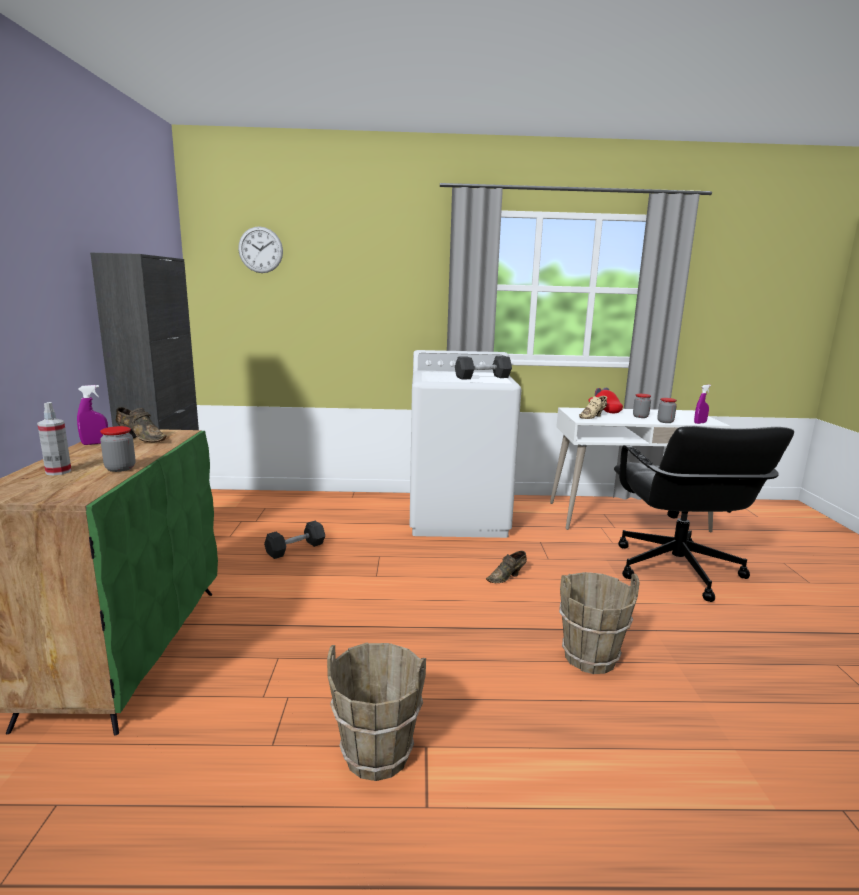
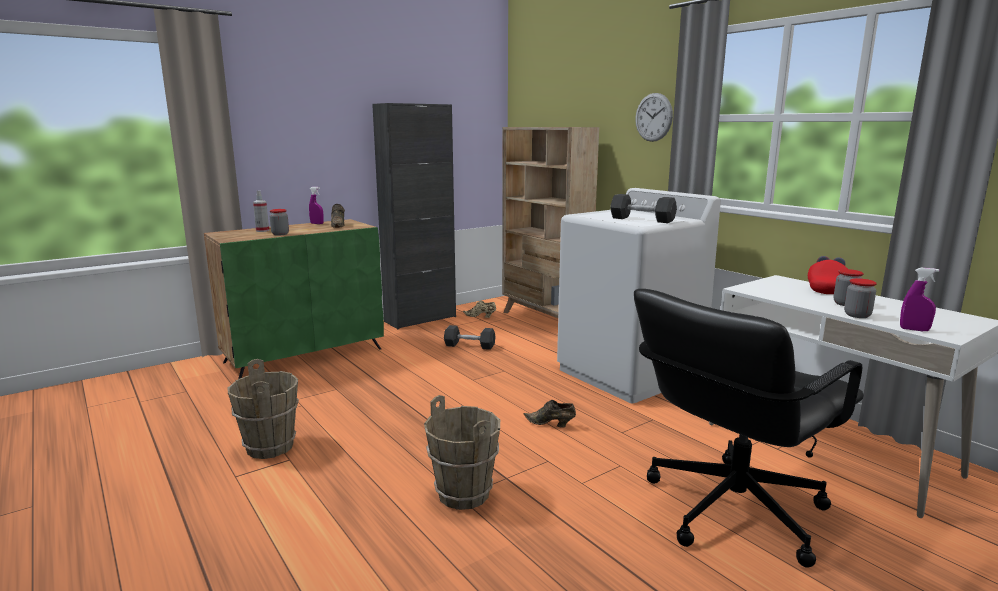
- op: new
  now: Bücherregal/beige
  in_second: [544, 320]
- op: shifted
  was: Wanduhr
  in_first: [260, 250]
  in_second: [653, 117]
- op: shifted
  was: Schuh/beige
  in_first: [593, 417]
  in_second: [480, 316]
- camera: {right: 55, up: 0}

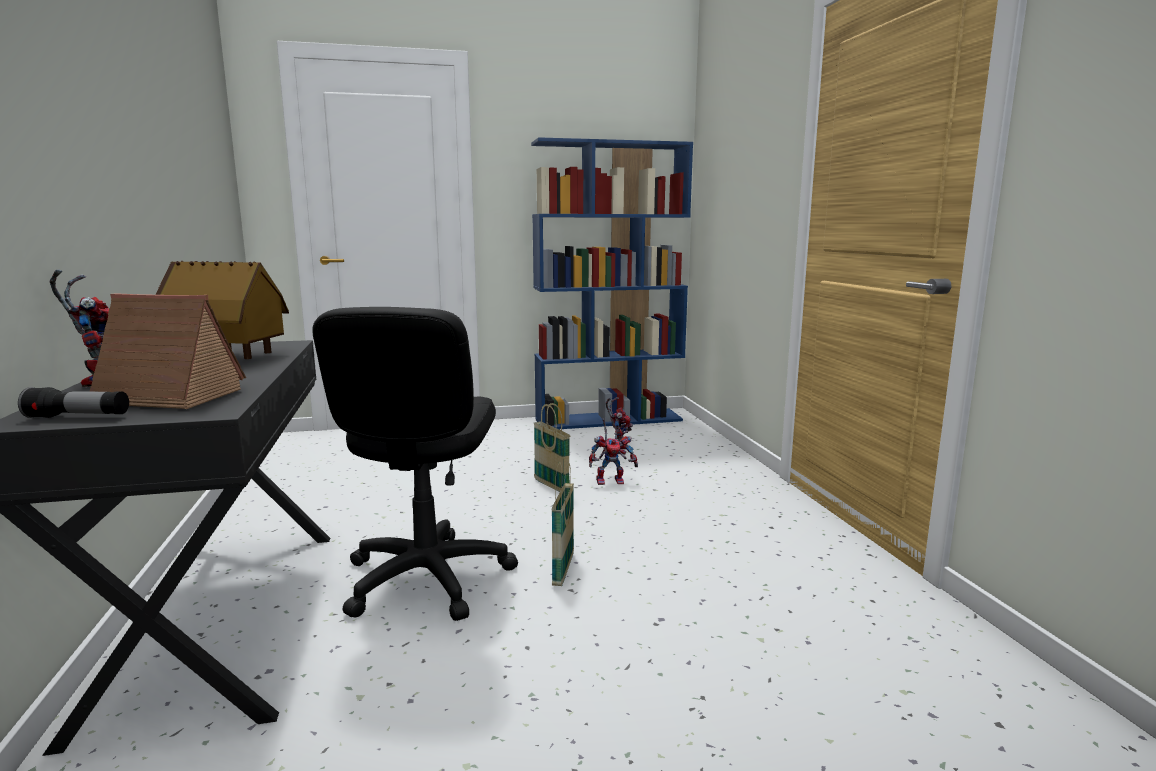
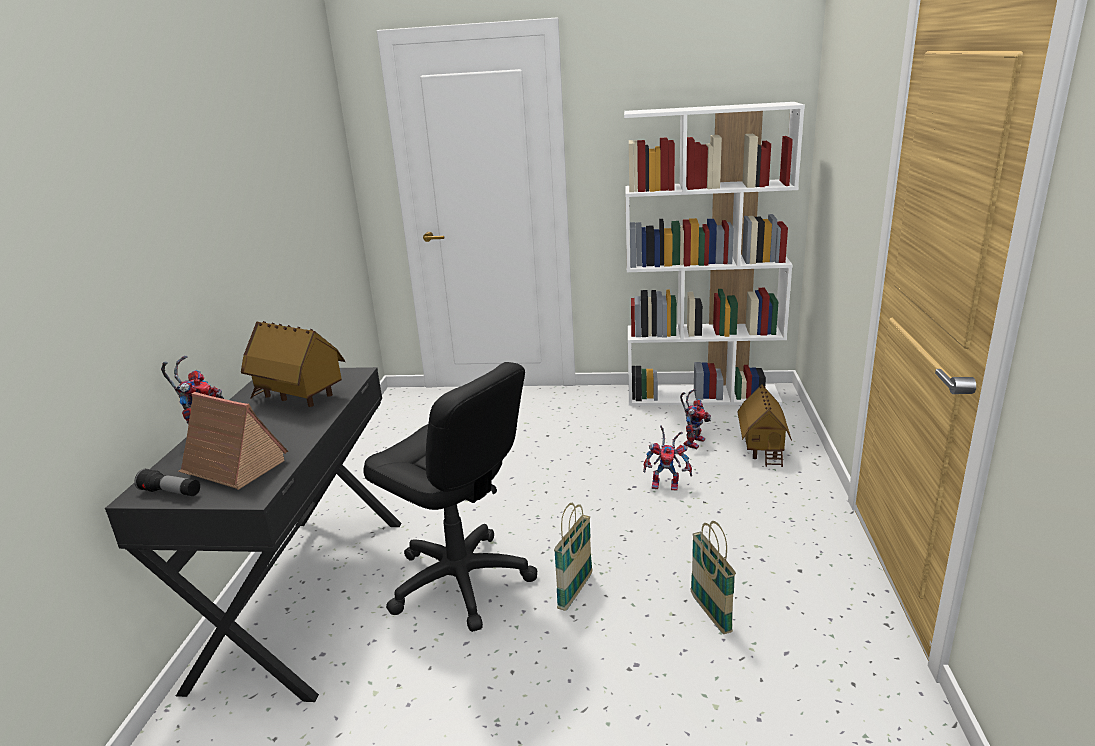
- op: new
  now: Spielzeughaus
  in_second: [762, 448]
- op: shifted
  was: Korb
  in_first: [551, 486]
  in_second: [710, 613]
- op: repainted
  was: Bücherregal/blau
  now: Bücherregal/weiß
  in_first: [609, 419]
  in_second: [703, 395]
- op: rotated
  was: Bürostuhl/schwarz
  in_first: [426, 578]
  in_second: [460, 581]
  clockwise: -75
- camera: {right: 20, up: 10}

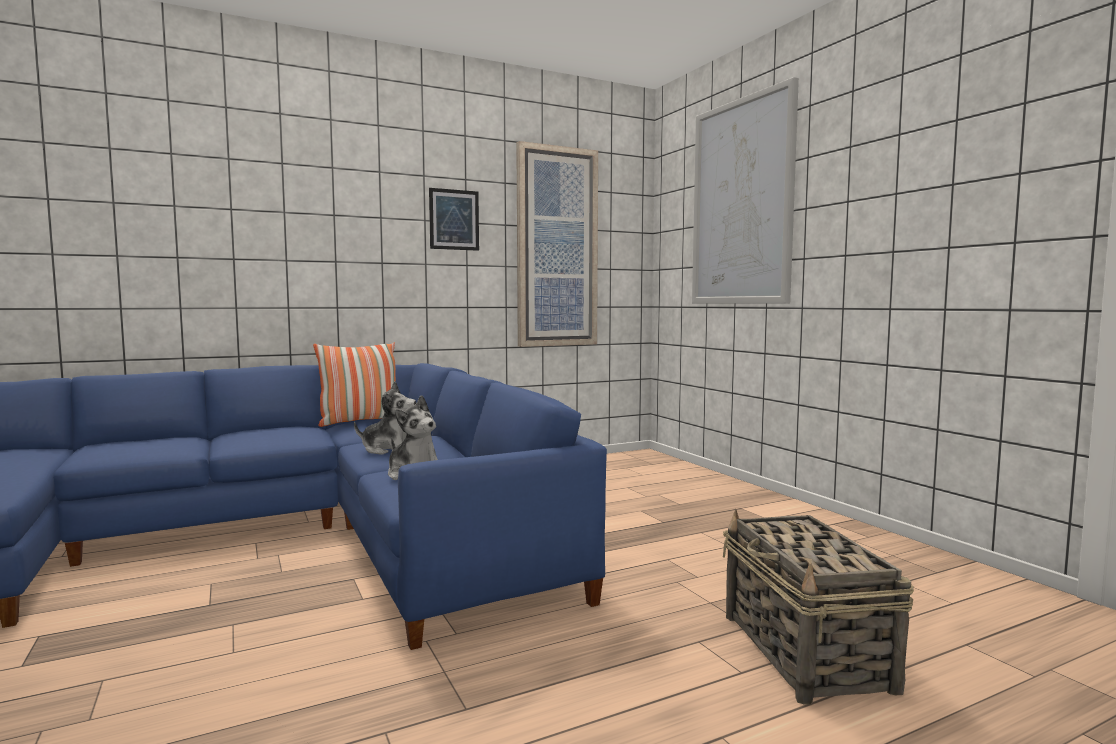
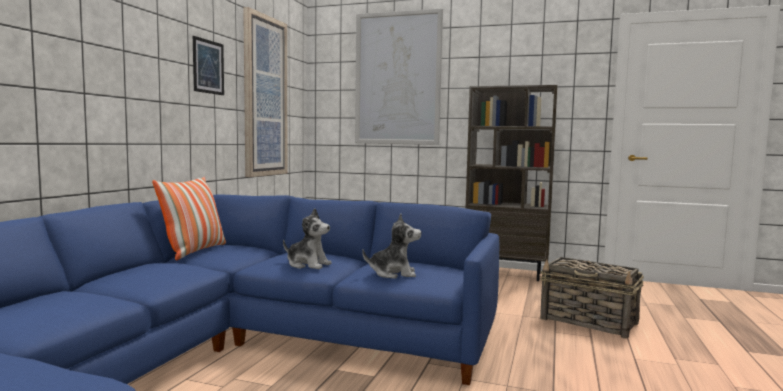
- op: new
  now: Bücherregal/braun
  in_second: [506, 273]
- op: rotated
  was: Plüschtier
  in_first: [388, 450]
  in_second: [308, 264]
  clockwise: 60
- camera: {right: -45, up: 0}

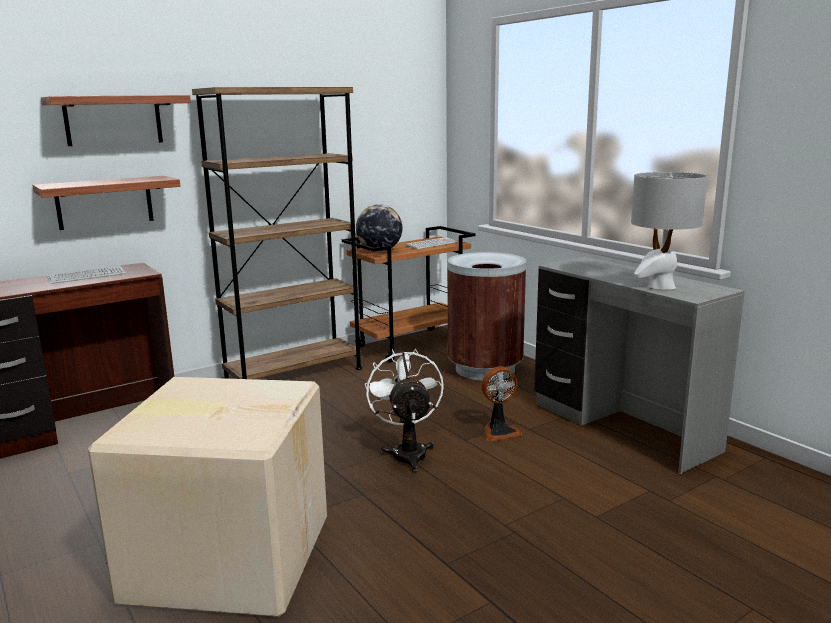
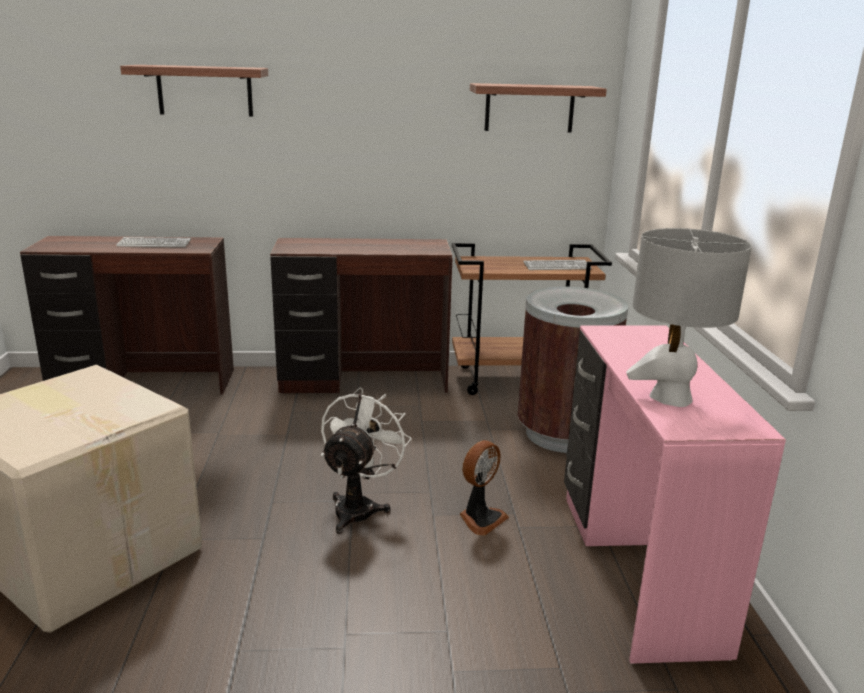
- op: gone
  was: Globus
  in_first: [379, 251]
- op: shifted
  was: Wandregal
  in_first: [104, 202]
  in_second: [529, 108]
- op: swapped
  was: Bücherregal/braun
  now: Schreibtisch/braun
  in_first: [294, 374]
  in_second: [364, 382]
- op: repainted
  was: Schreibtisch/grau
  now: Schreibtisch/rosa
  in_first: [621, 427]
  in_second: [634, 568]
- op: rotated
  was: Ventilator
  in_first: [499, 432]
  in_second: [480, 518]
  clockwise: -60
- camera: {right: 30, up: 5}

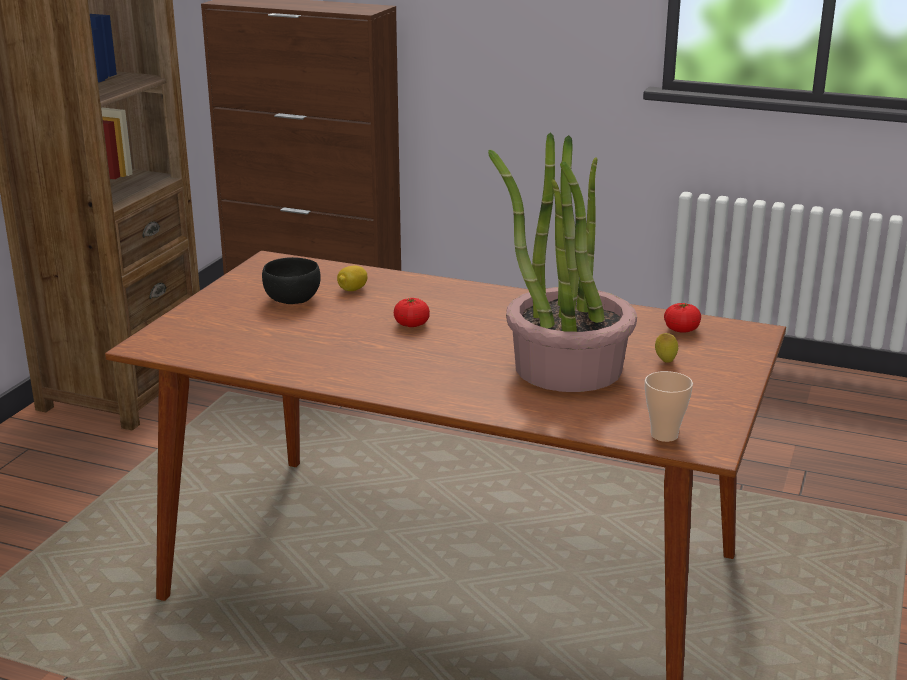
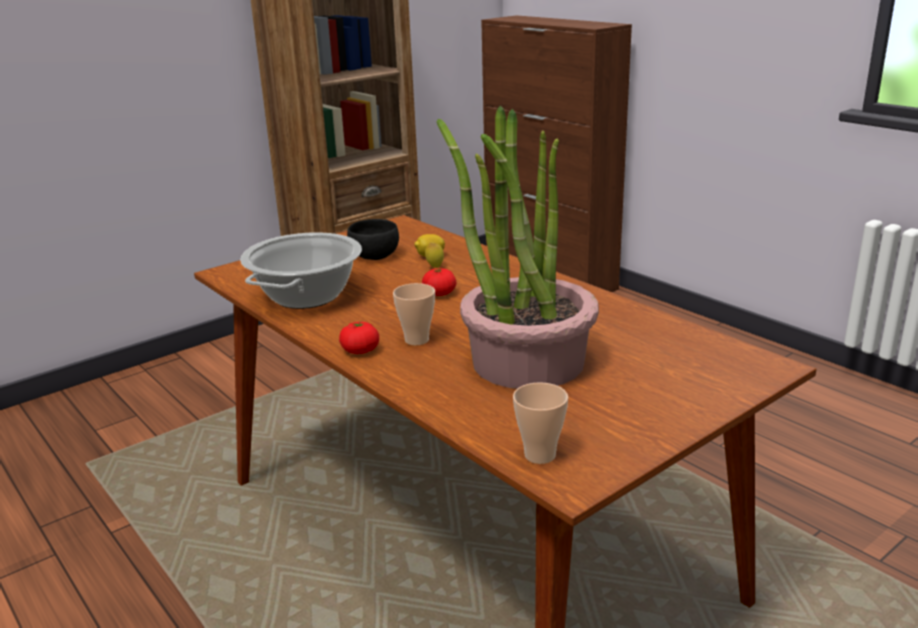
- op: new
  now: Kochtopf
  in_second: [307, 296]
- op: new
  now: Tasse
  in_second: [417, 340]
- op: shifted
  was: Zitrone
  in_first: [665, 361]
  in_second: [435, 267]
- op: shifted
  was: Tomate
  in_first: [681, 330]
  in_second: [360, 350]
- camera: {right: 30, up: 0}

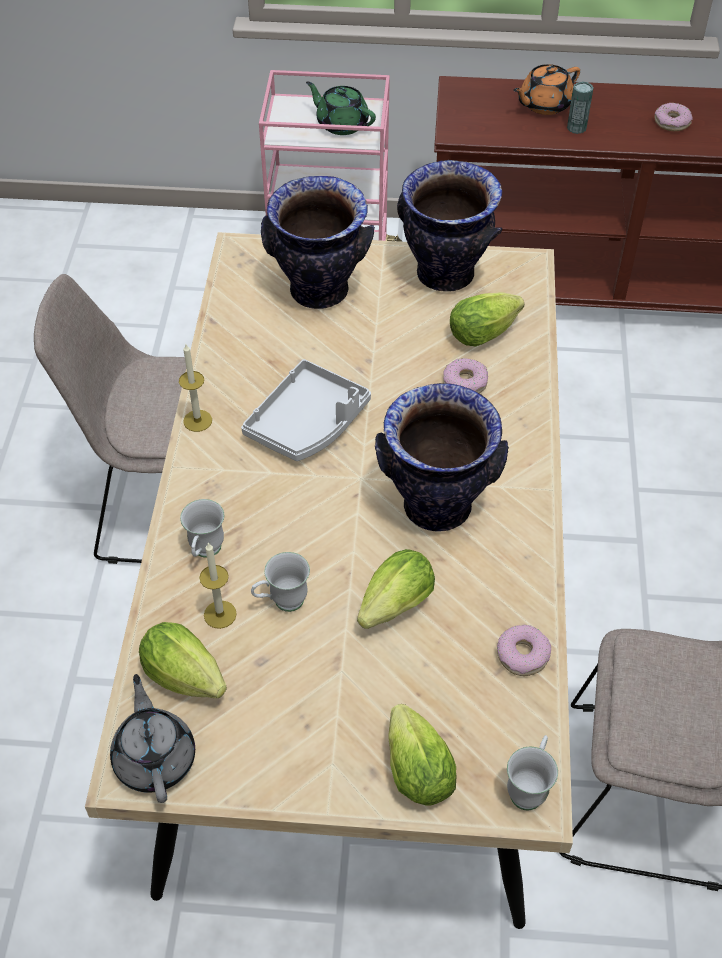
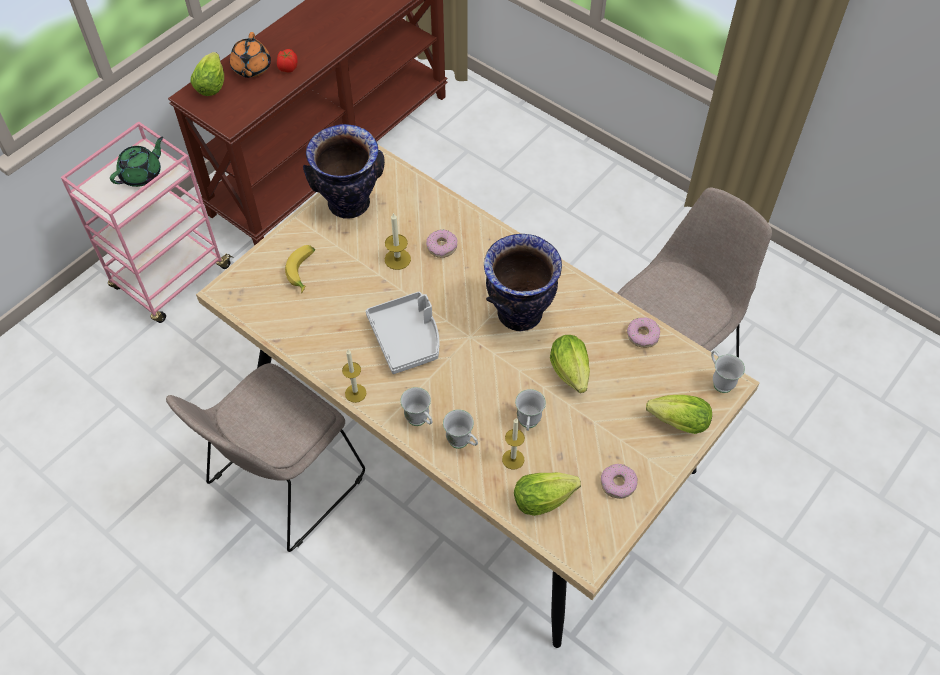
- op: gone
  was: Teekanne/grau
  in_first: [155, 757]
- op: new
  now: Kerze
  in_second: [397, 259]
- op: new
  now: Henkelbecher/weiß
  in_second: [420, 421]
- op: shifted
  was: Salatkopf
  in_first: [486, 332]
  in_second: [212, 83]
- op: shifted
  was: Donut
  in_first: [672, 122]
  in_second: [618, 483]
- op: swapped
  was: Vase
  now: Banane
  in_first: [319, 292]
  in_second: [304, 272]
- op: swapped
  was: Dose
  now: Tomate
  in_first: [576, 128]
  in_second: [288, 68]
- op: rotated
  was: Teekanne/grün
  in_first: [341, 124]
  in_second: [142, 174]
  clockwise: 150
- camera: {right: -55, up: 5}

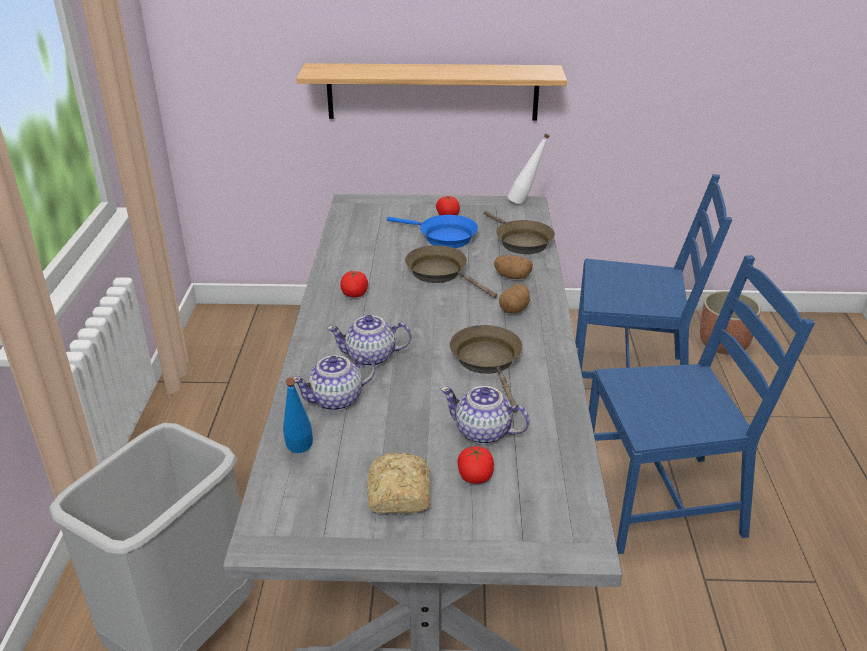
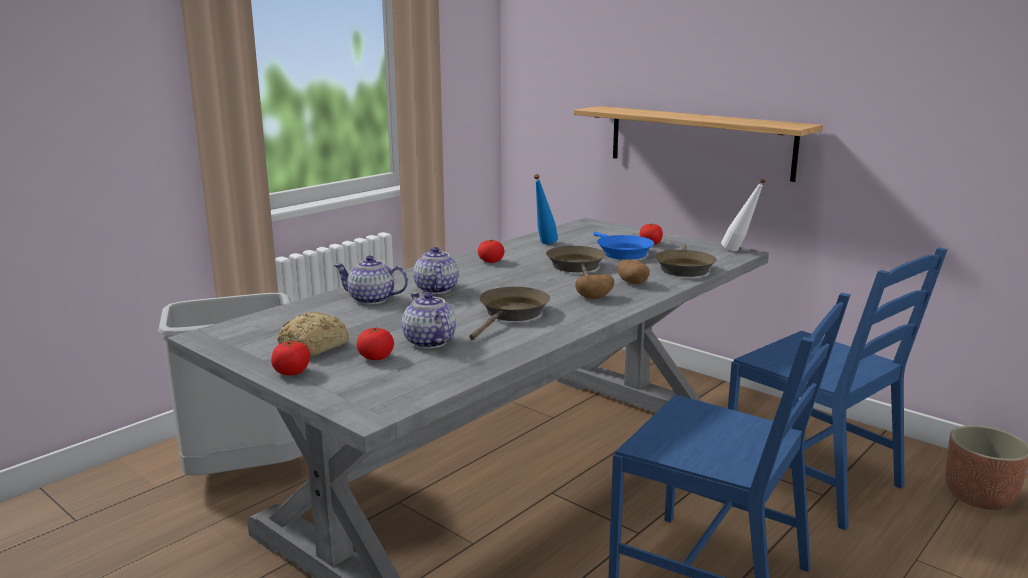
- op: new
  now: Tomate
  in_second: [292, 372]
- op: shifted
  was: Flasche/blau
  in_first: [300, 455]
  in_second: [544, 244]
- op: rotated
  was: Teekanne
  in_first: [371, 357]
  in_second: [436, 289]
  clockwise: 45
- camera: {right: 40, up: -15}

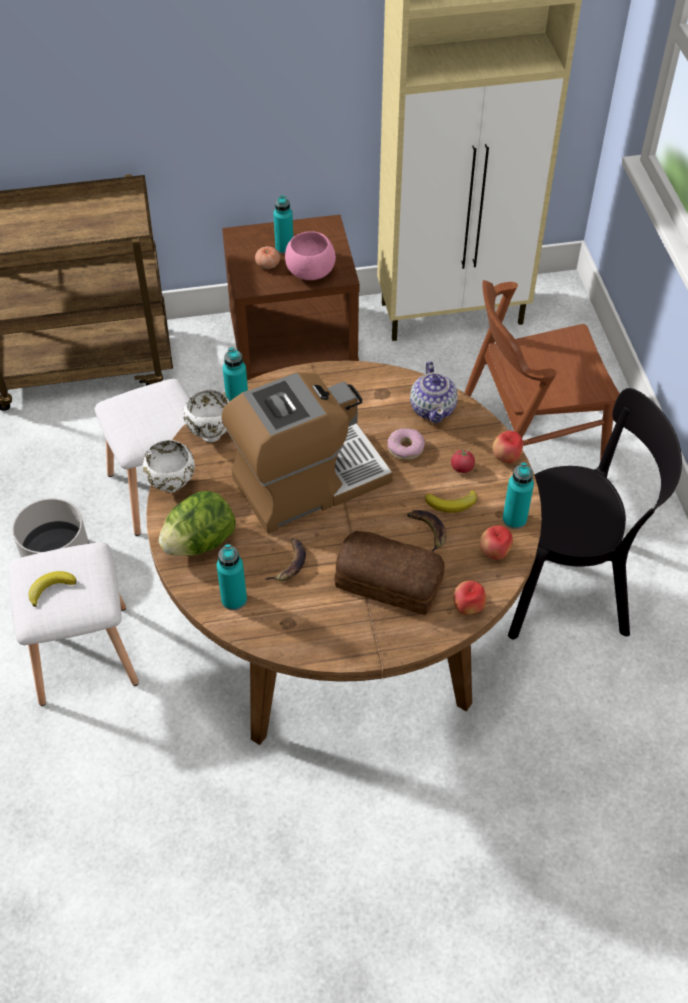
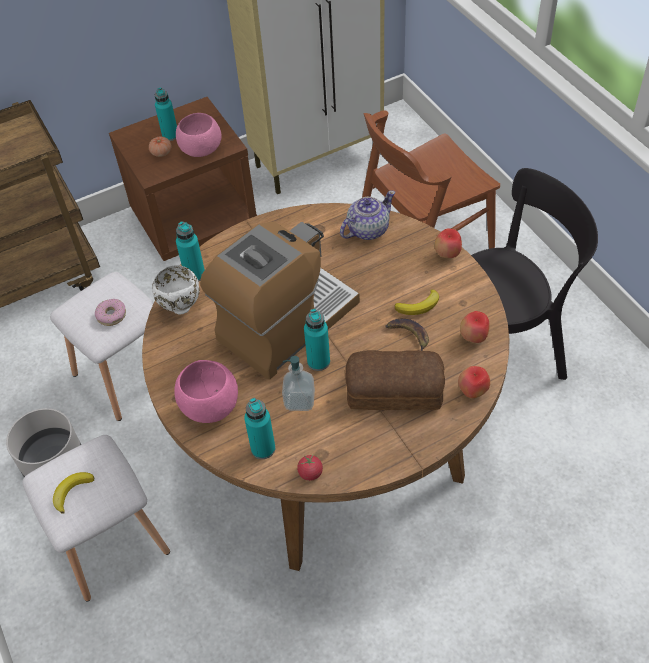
- op: gone
  was: Schüssel/weiß
  in_first: [172, 486]
- op: shifted
  was: Donut
  in_first: [405, 448]
  in_second: [111, 315]
- op: shifted
  was: Tomate
  in_first: [462, 467]
  in_second: [310, 473]
- op: shifted
  was: Flasche/türkis
  in_first: [514, 519]
  in_second: [318, 361]
- op: swapped
  was: Salatkopf
  now: Schüssel/rosa
  in_first: [200, 542]
  in_second: [210, 406]
- op: swapped
  was: Banane
  now: Seifenspender
  in_first: [289, 563]
  in_second: [299, 400]
- op: rotated
  was: Teekanne
  in_first: [433, 408]
  in_second: [367, 230]
  clockwise: -105
- camera: {right: -15, up: 0}

